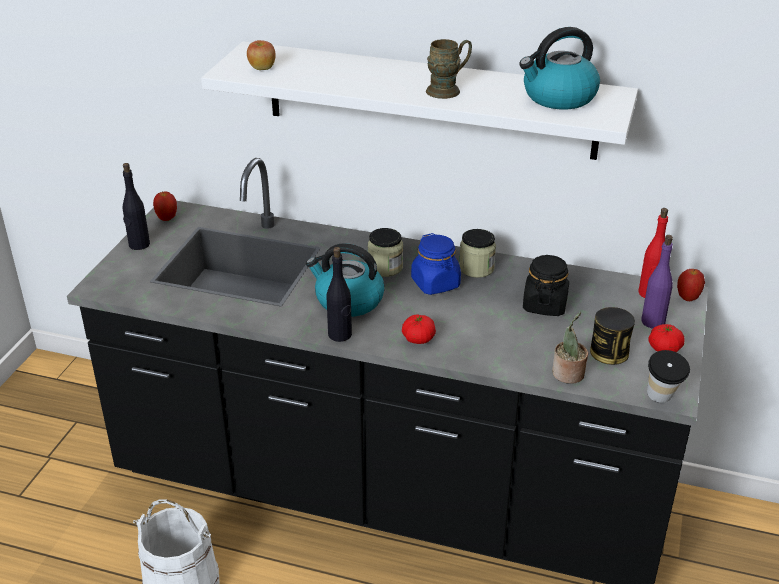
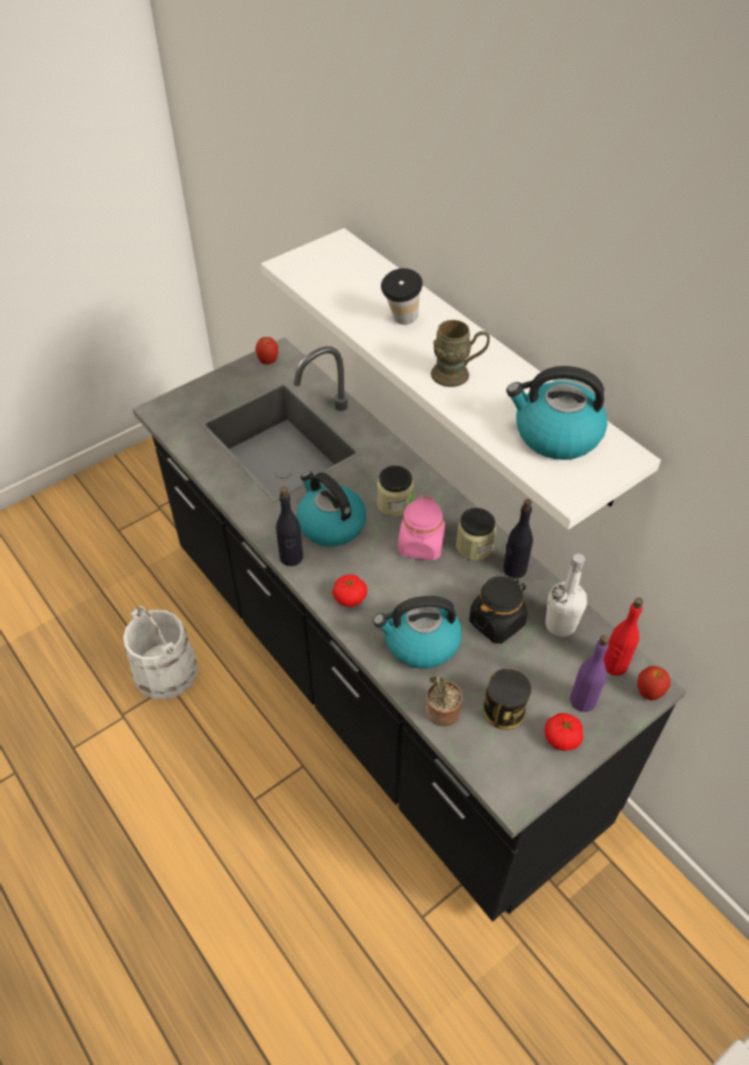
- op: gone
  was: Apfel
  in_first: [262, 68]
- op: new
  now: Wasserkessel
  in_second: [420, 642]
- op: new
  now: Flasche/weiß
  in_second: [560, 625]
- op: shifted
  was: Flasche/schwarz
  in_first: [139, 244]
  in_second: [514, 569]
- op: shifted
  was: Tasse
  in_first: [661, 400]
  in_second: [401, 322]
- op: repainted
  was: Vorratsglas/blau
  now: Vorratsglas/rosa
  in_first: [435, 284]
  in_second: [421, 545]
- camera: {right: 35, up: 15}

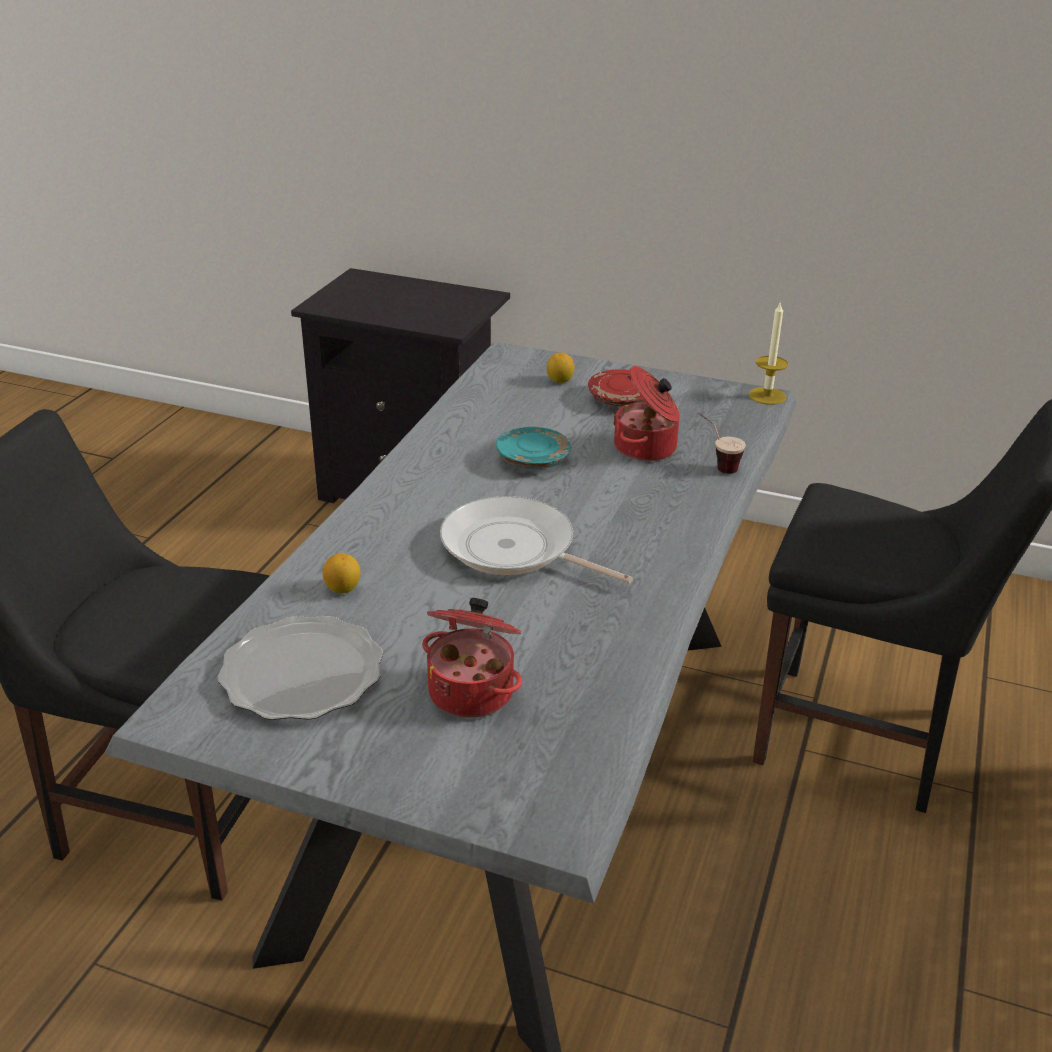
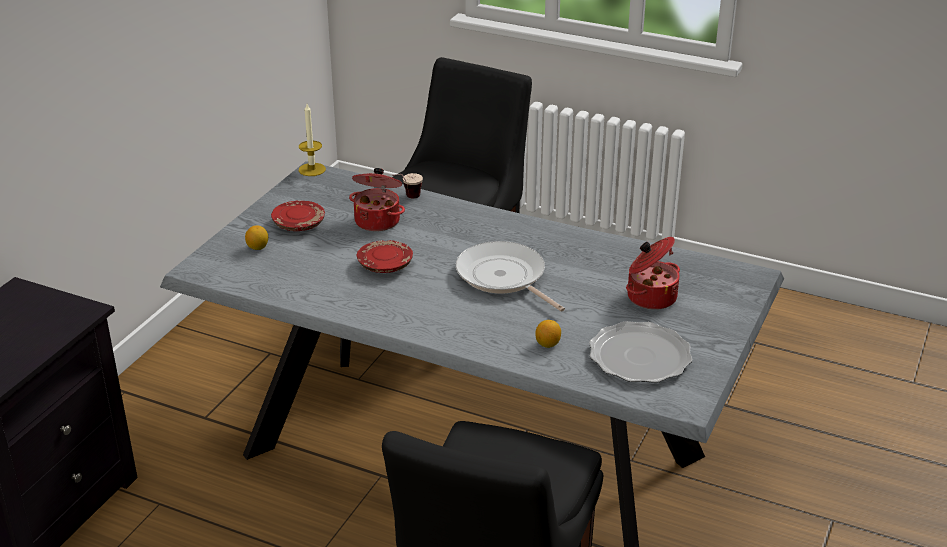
- op: repainted
  was: Teller/türkis
  now: Teller/rot
  in_first: [533, 459]
  in_second: [385, 265]
- op: rotated
  was: Pfanne
  in_first: [514, 549]
  in_second: [503, 277]
  clockwise: 105
- camera: {right: -85, up: 0}

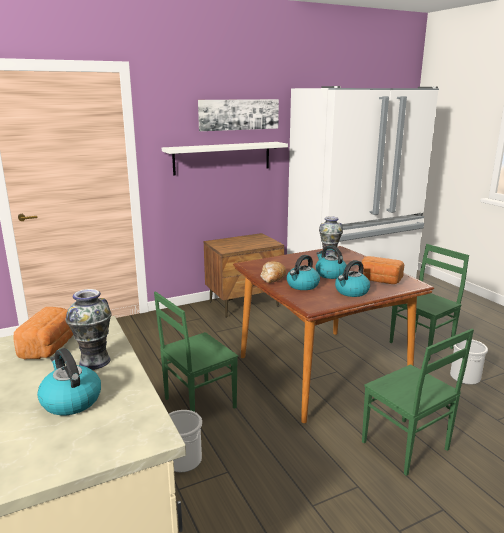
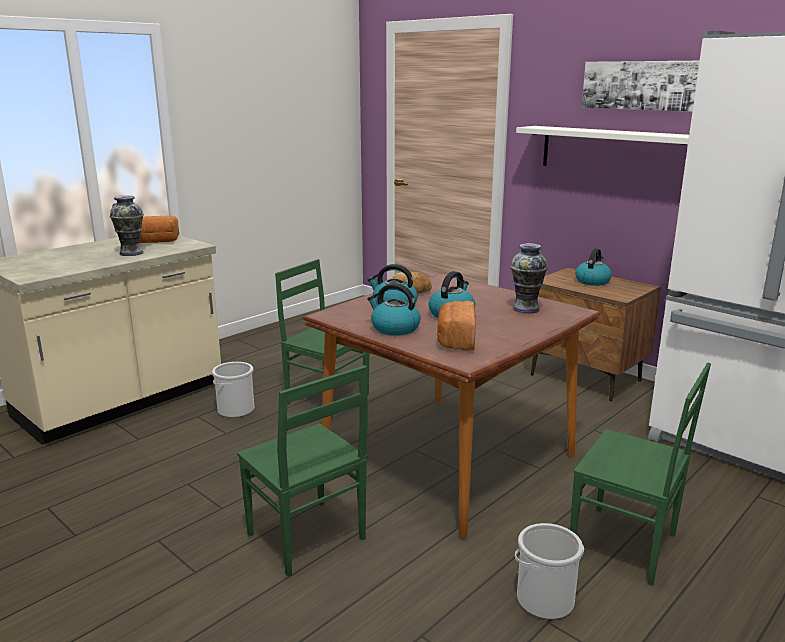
- op: shifted
  was: Wasserkessel
  in_first: [70, 400]
  in_second: [592, 281]
- op: rotated
  was: Stuhl/grün
  in_first: [405, 447]
  in_second: [306, 538]
  clockwise: -75
- camera: {right: 70, up: 0}

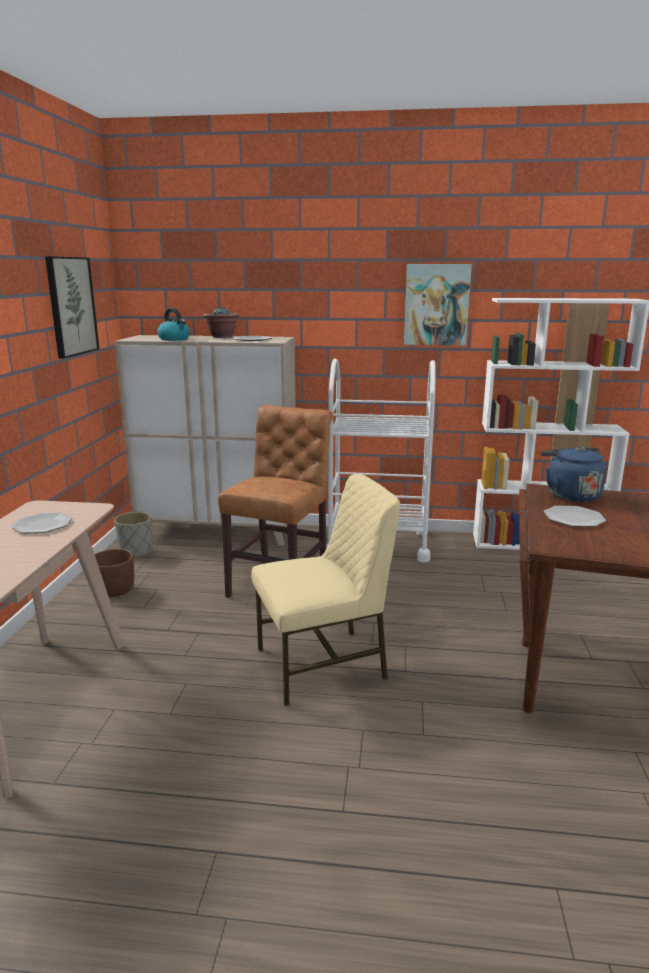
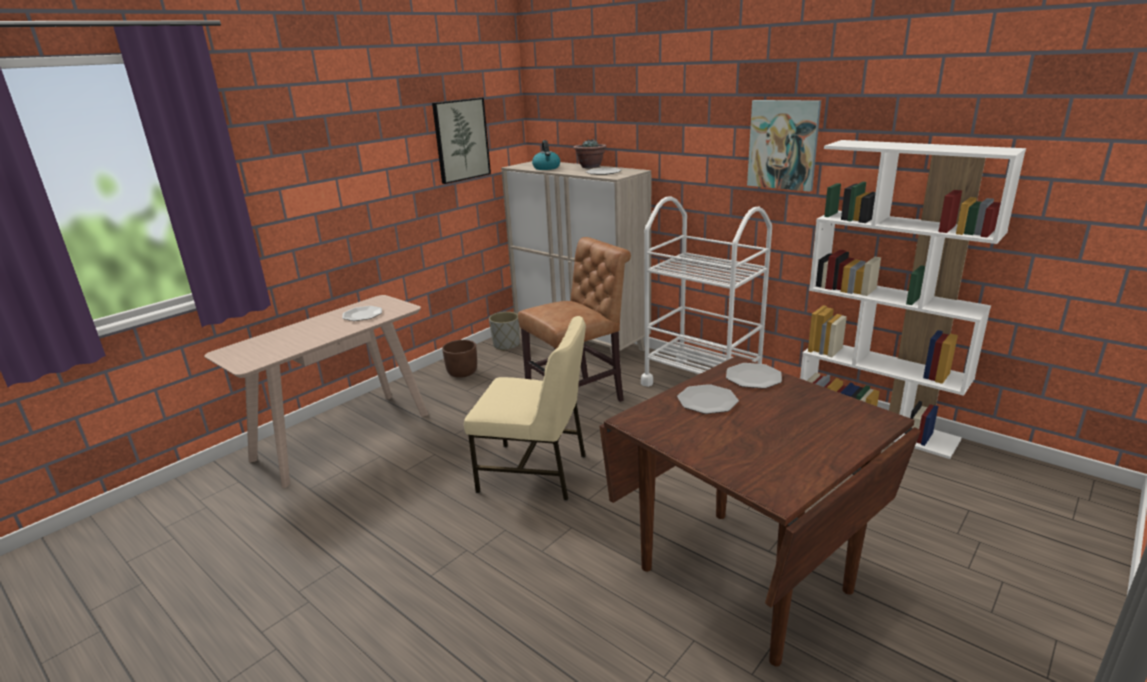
- op: swapped
  was: Wasserkessel/blau
  now: Teller
  in_first: [570, 495]
  in_second: [753, 377]
- camera: {right: 35, up: 5}

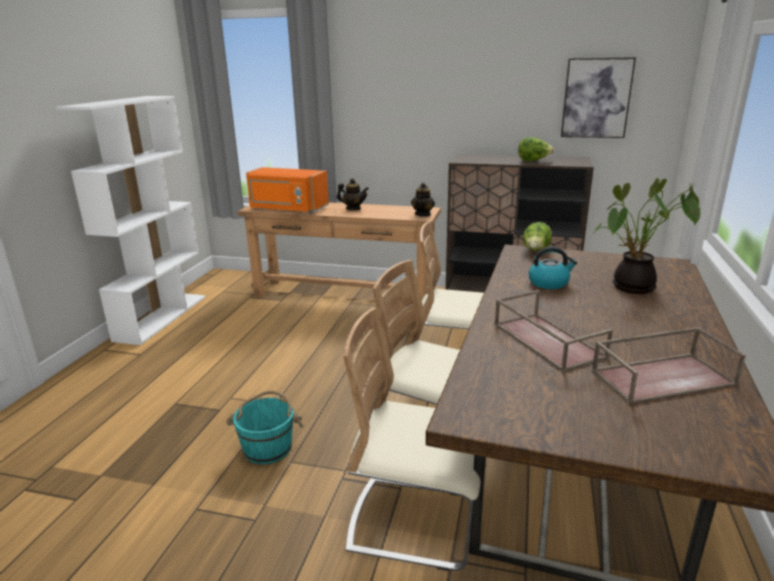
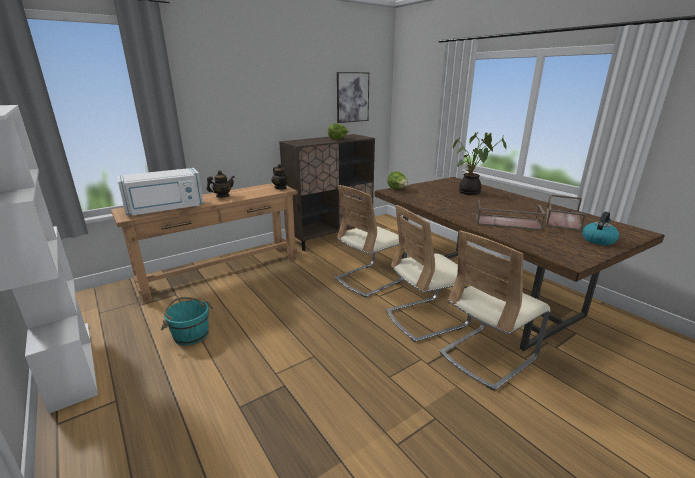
- op: shifted
  was: Eimer/türkis
  in_first: [268, 448]
  in_second: [191, 334]
- op: shifted
  was: Wasserkessel
  in_first: [549, 283]
  in_second: [598, 240]
- op: repainted
  was: Mikrowelle/orange
  now: Mikrowelle/weiß
  in_first: [287, 209]
  in_second: [165, 209]
- camera: {right: -50, up: 0}

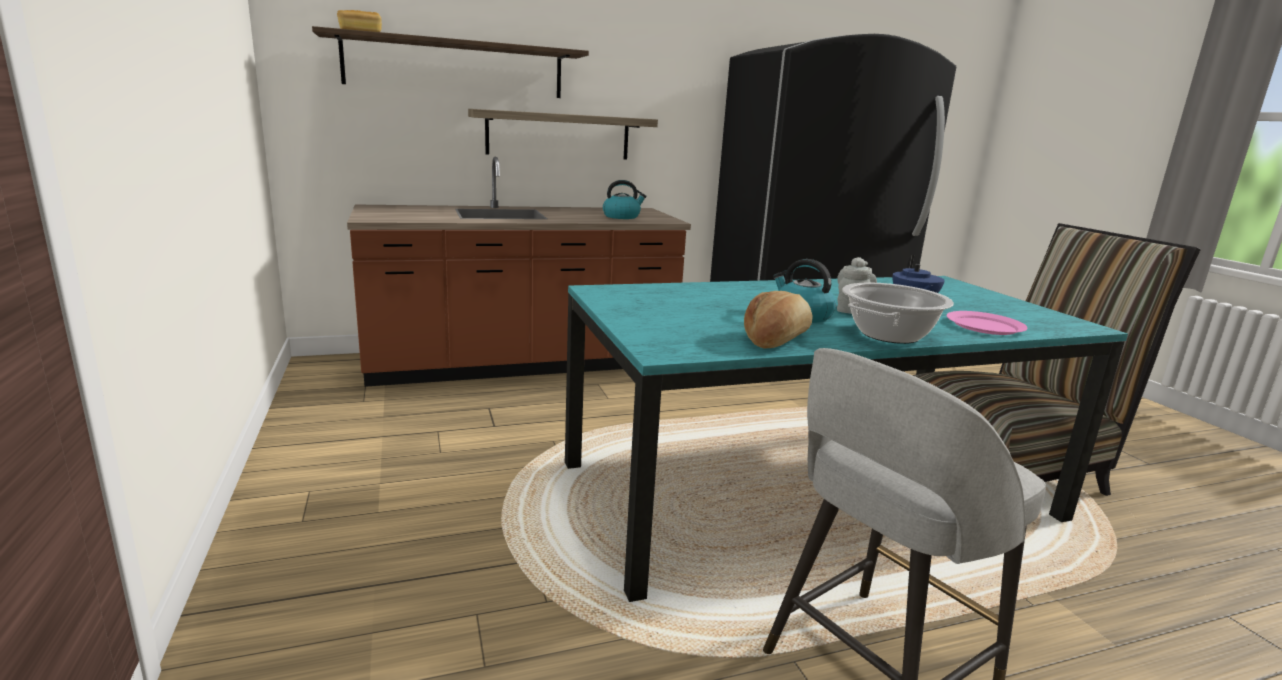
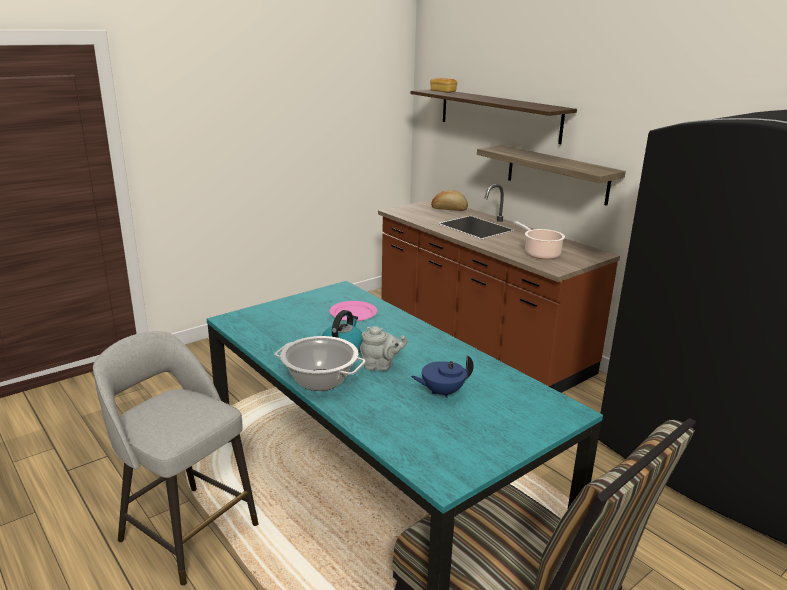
- op: shifted
  was: Brot
  in_first: [776, 340]
  in_second: [449, 209]
- op: shifted
  was: Teller/rosa
  in_first: [984, 326]
  in_second: [353, 313]
- op: swapped
  was: Wasserkessel
  now: Kochtopf
  in_first: [622, 217]
  in_second: [540, 254]
- camera: {right: 70, up: 5}

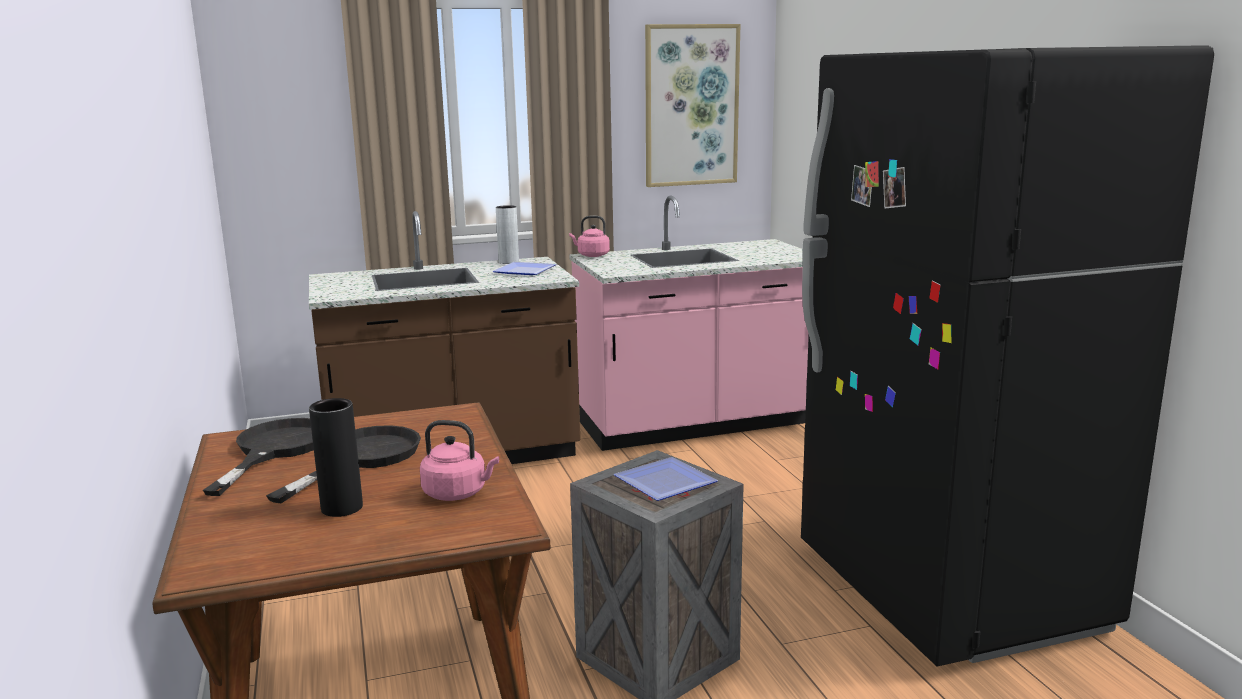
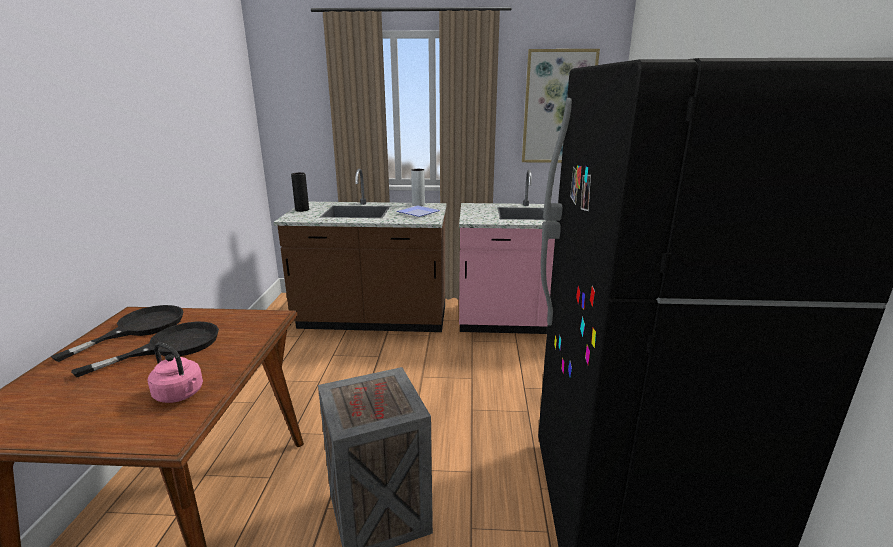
- op: gone
  was: Wasserkessel/rosa
  in_first: [591, 255]
- op: gone
  was: Teller
  in_first: [669, 483]
- op: shifted
  was: Vase/schwarz
  in_first: [342, 508]
  in_second: [302, 210]
- camera: {right: 20, up: 5}

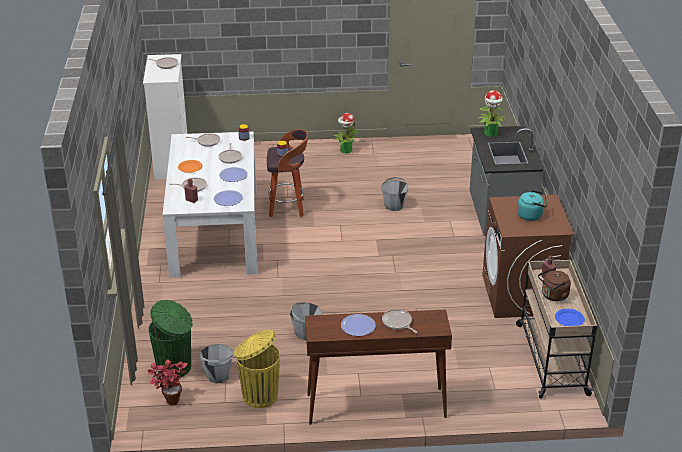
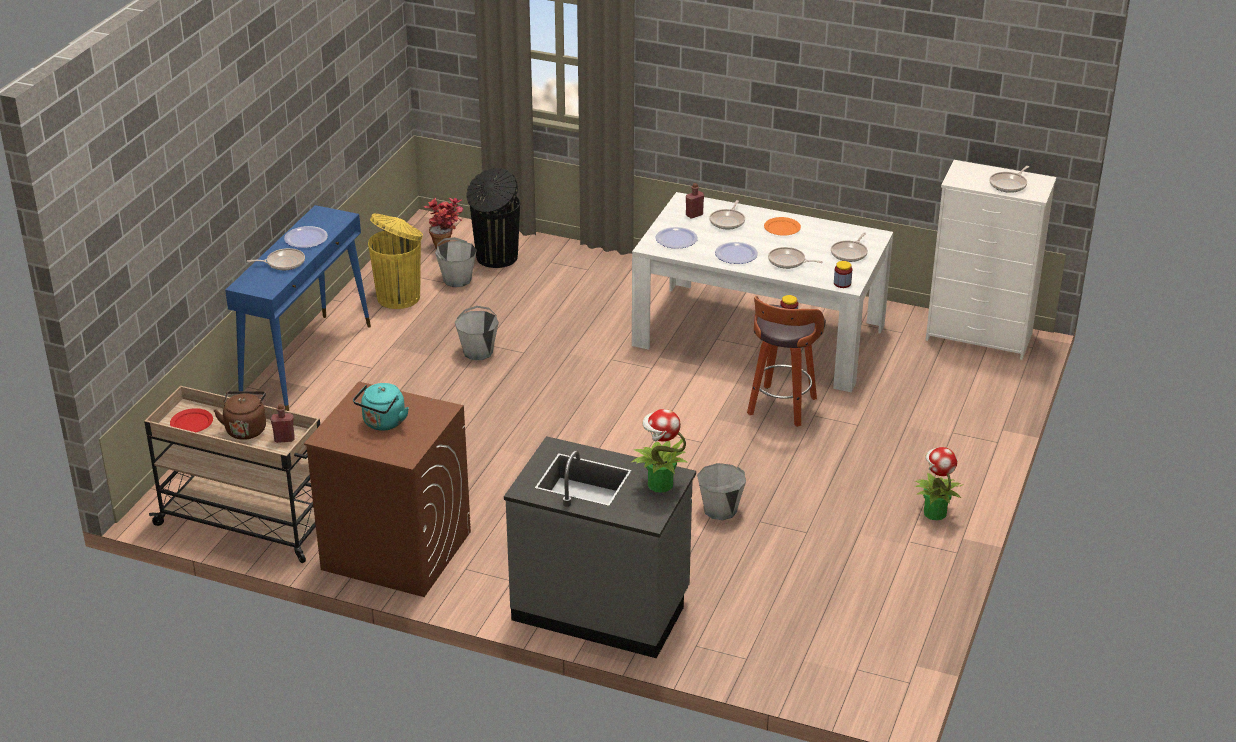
- op: repainted
  was: Mülleimer/grün
  now: Mülleimer/schwarz
  in_first: [175, 367]
  in_second: [496, 258]
- op: repainted
  was: Konsolentisch/braun
  now: Konsolentisch/blau
  in_first: [375, 406]
  in_second: [307, 364]
- op: repainted
  was: Teller/blau
  now: Teller/rot
  in_first: [569, 319]
  in_second: [191, 423]
- camera: {right: 115, up: 0}

